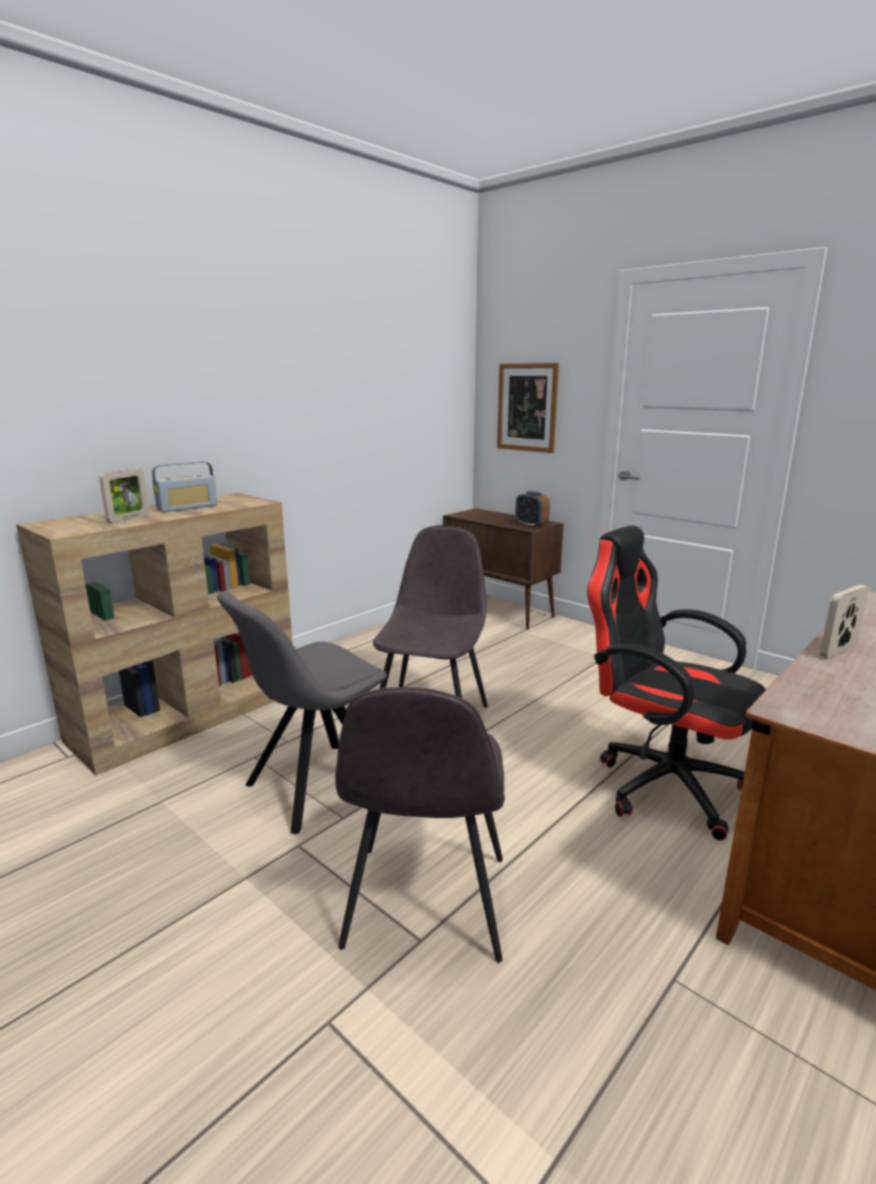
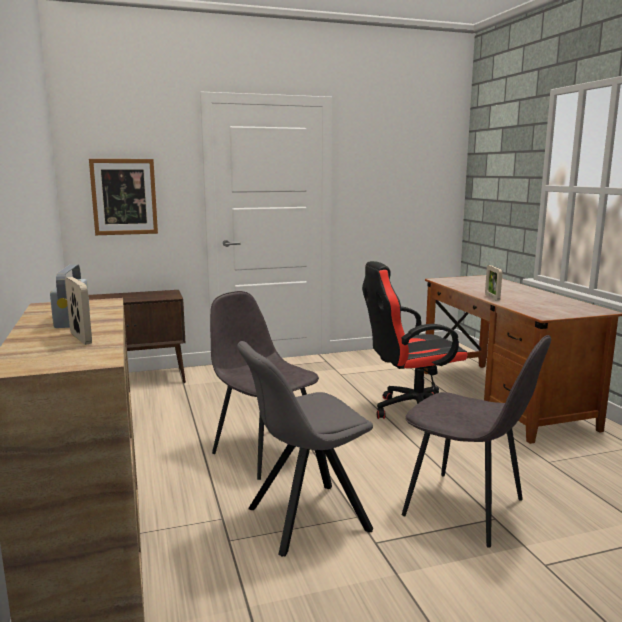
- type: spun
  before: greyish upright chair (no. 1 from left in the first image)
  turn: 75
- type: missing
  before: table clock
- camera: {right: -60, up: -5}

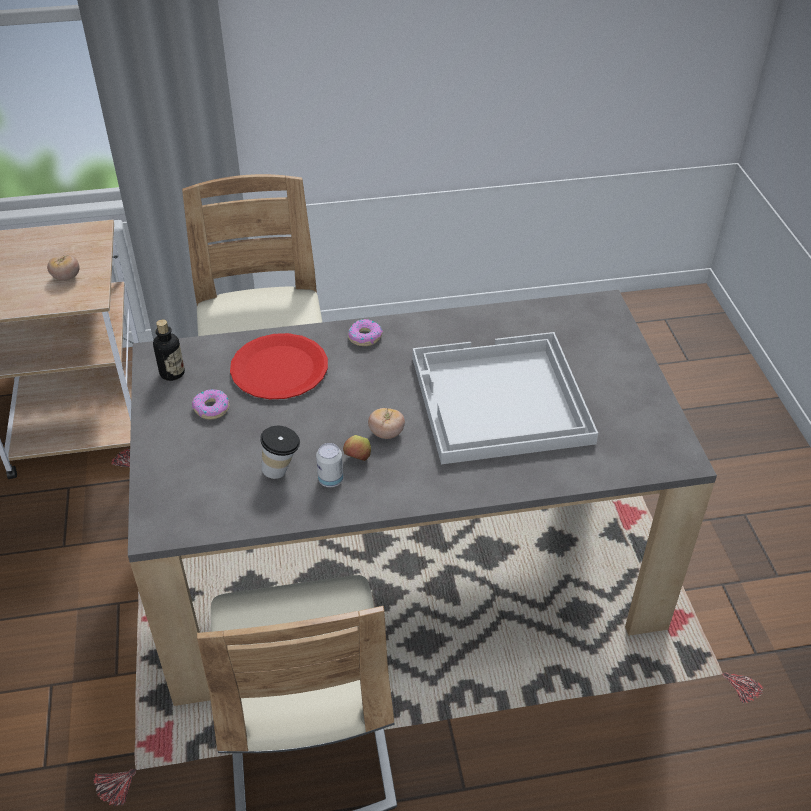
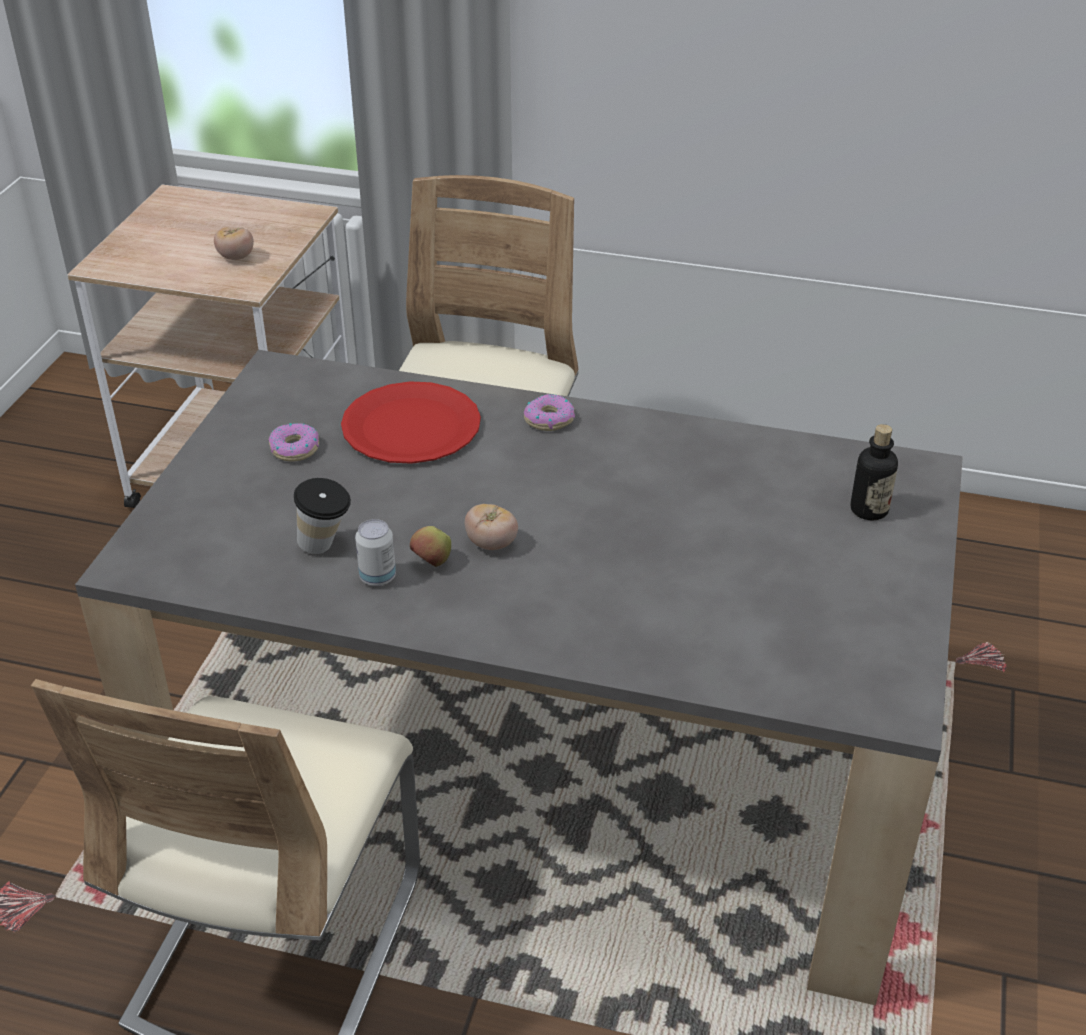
- type: relocated
  before: drink bottle
- type: missing
  before: white-coloured tray
- camera: {right: 25, up: -5}

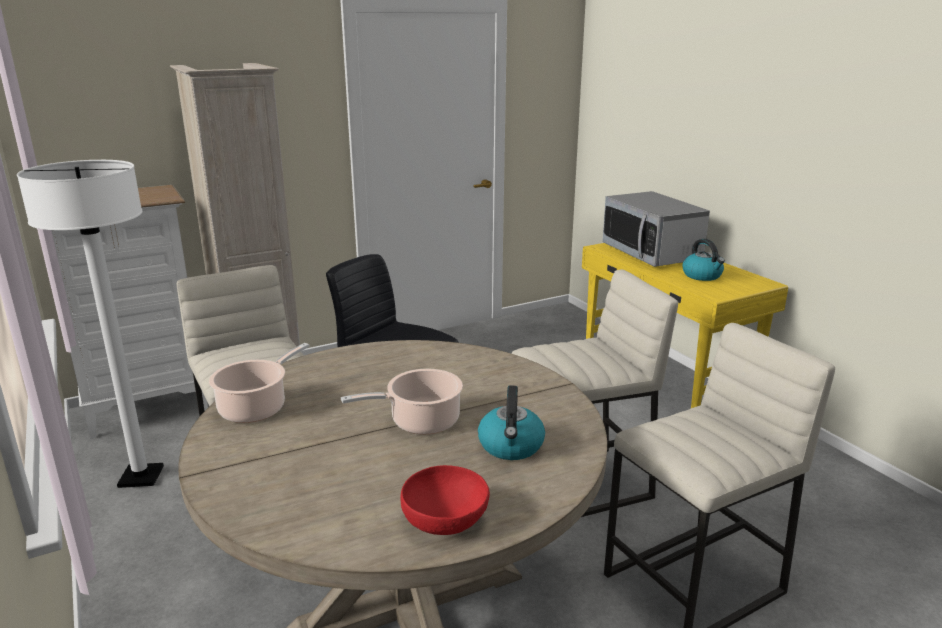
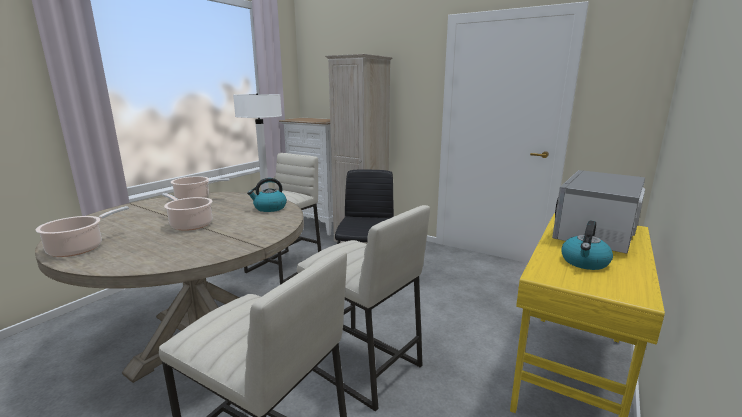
- type: exchanged
  before: red-coloured serving bowl
  after: saucepot (no. 1 from left)
- type: relocated
  before: water kettle (no. 1 from left)
- camera: {right: 60, up: -5}

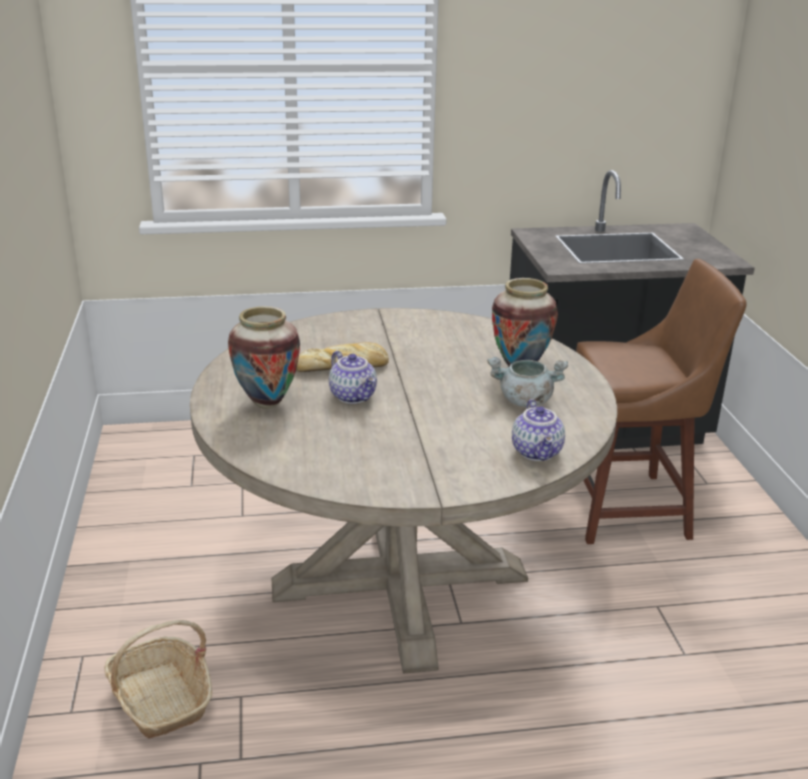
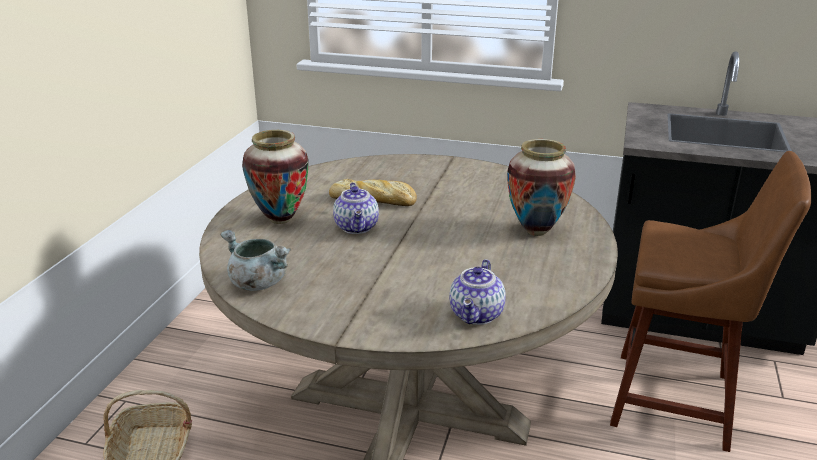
- type: relocated
  before: greyish saucepot
- camera: {right: 25, up: 0}

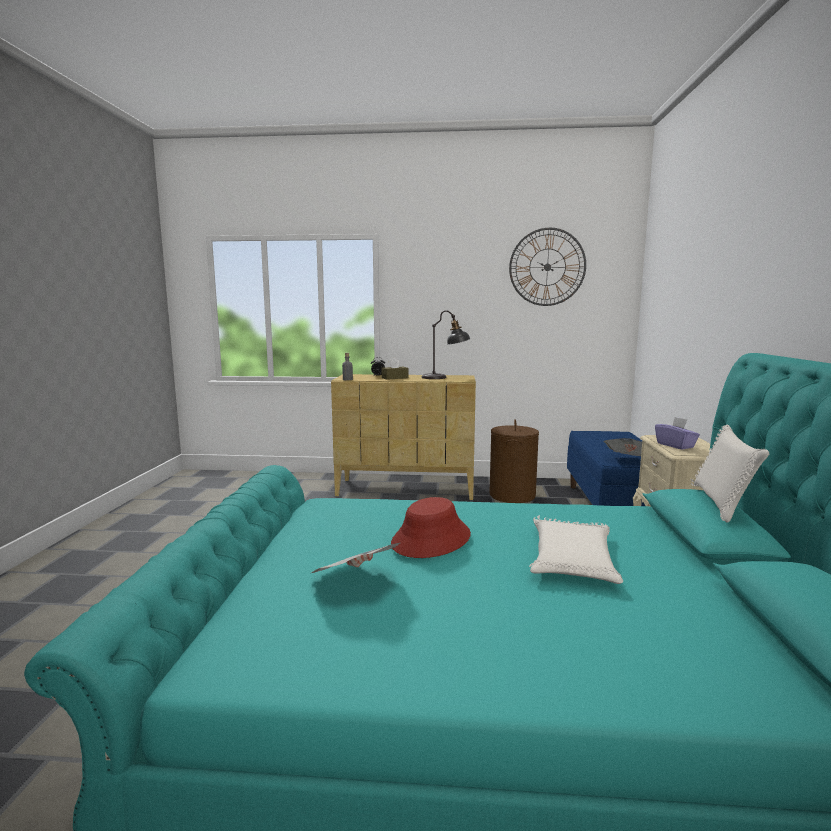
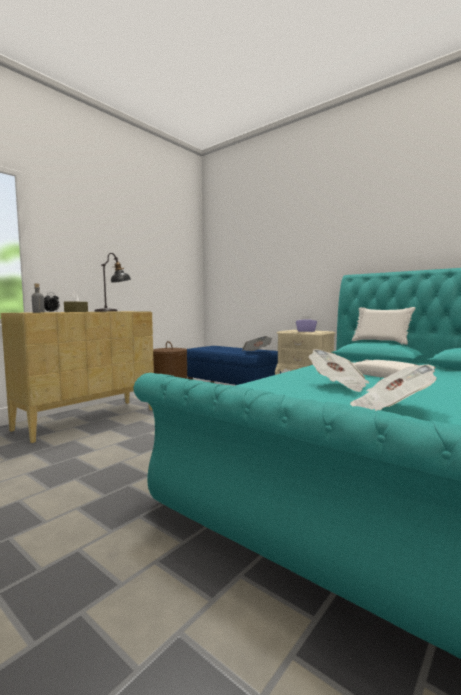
- type: exchanged
  before: red-coloured clothing hat
  after: newspaper (no. 2 from left)
- type: missing
  before: hanging clock
- camera: {right: -55, up: -5}

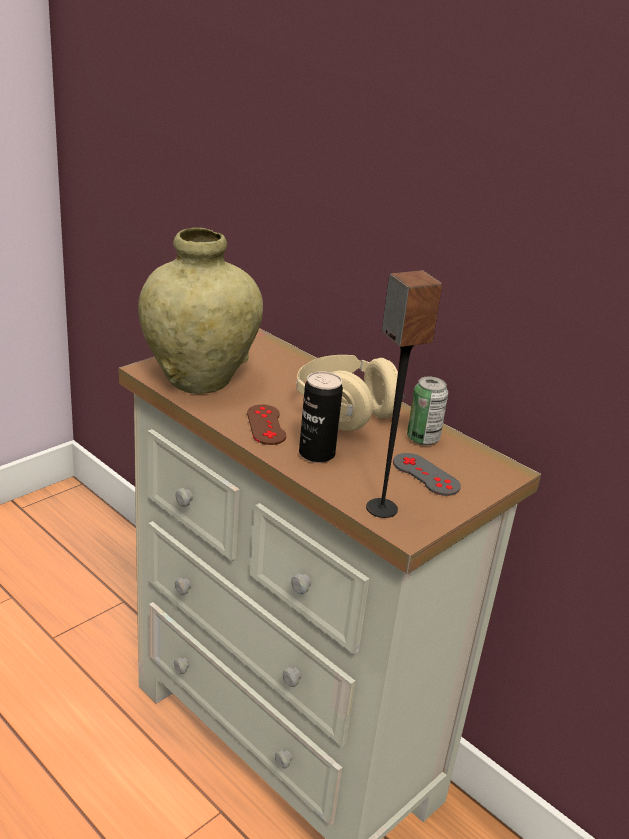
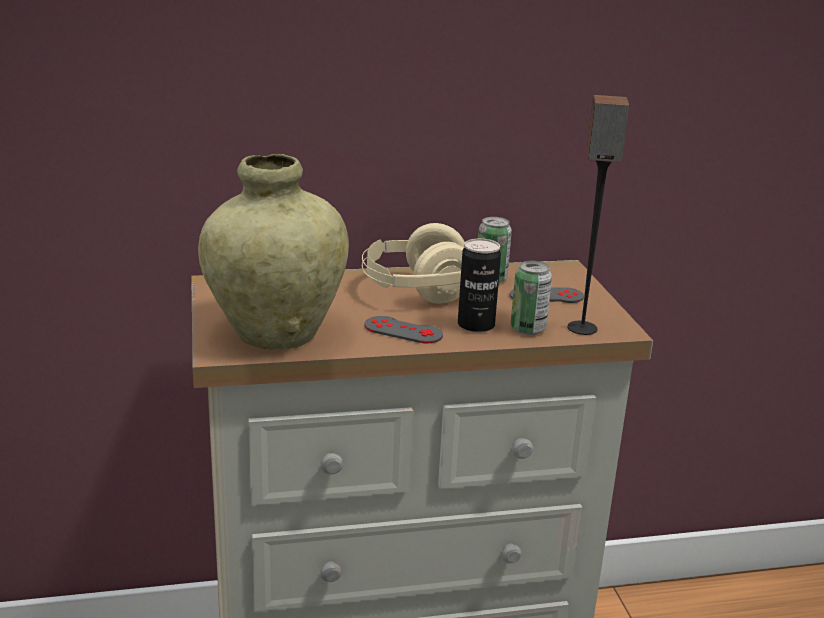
- type: colour
  before: brown game controller
  after: greyish game controller (no. 1 from left)
- type: appeared
  after: sealed can (no. 3 from left)
- camera: {right: -55, up: -5}

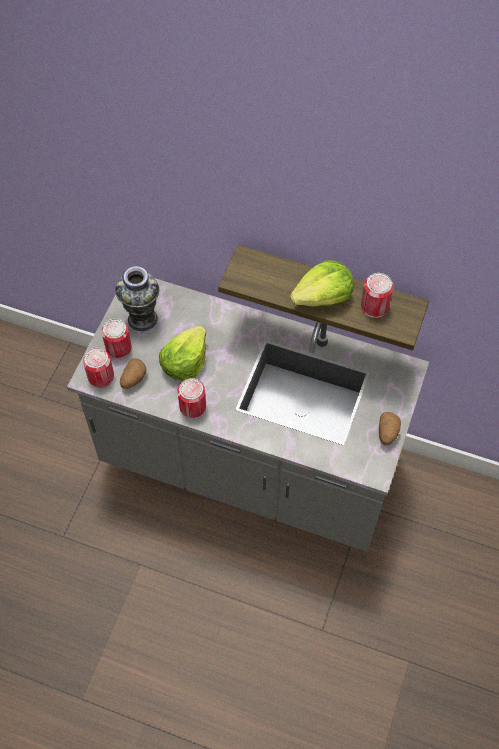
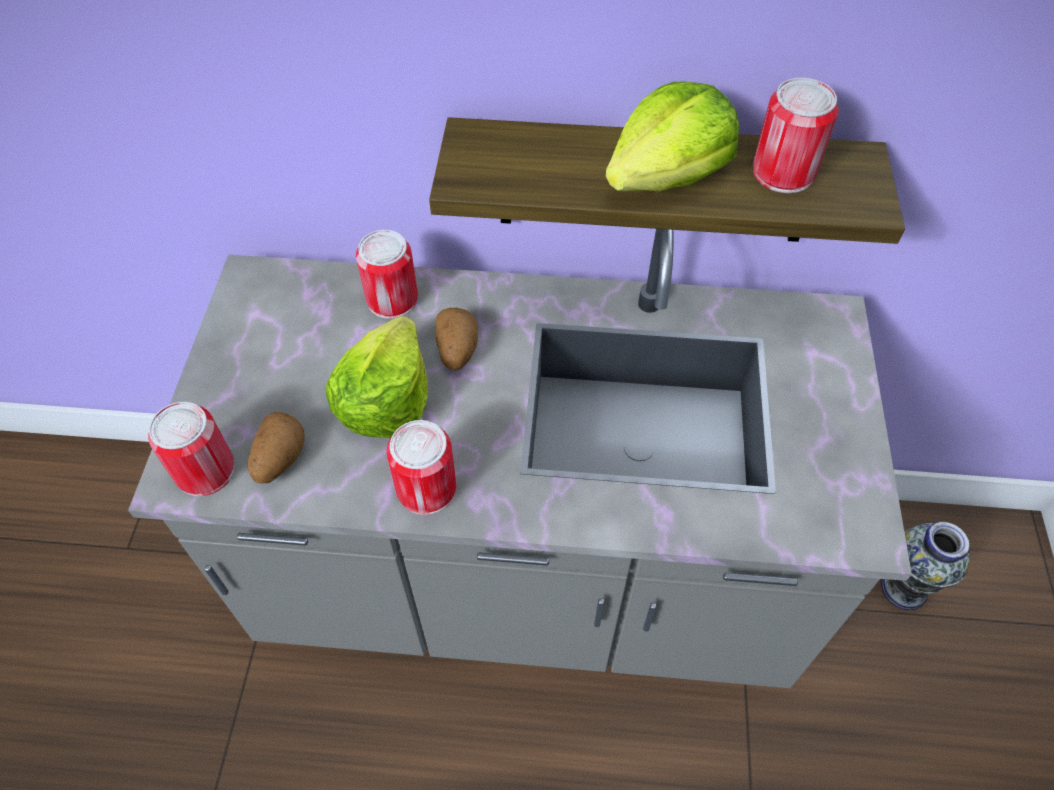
- type: relocated
  before: sealed can (no. 2 from left)
- type: relocated
  before: flower vase
- type: relocated
  before: spud (no. 2 from left)
- camera: {right: -15, up: -5}

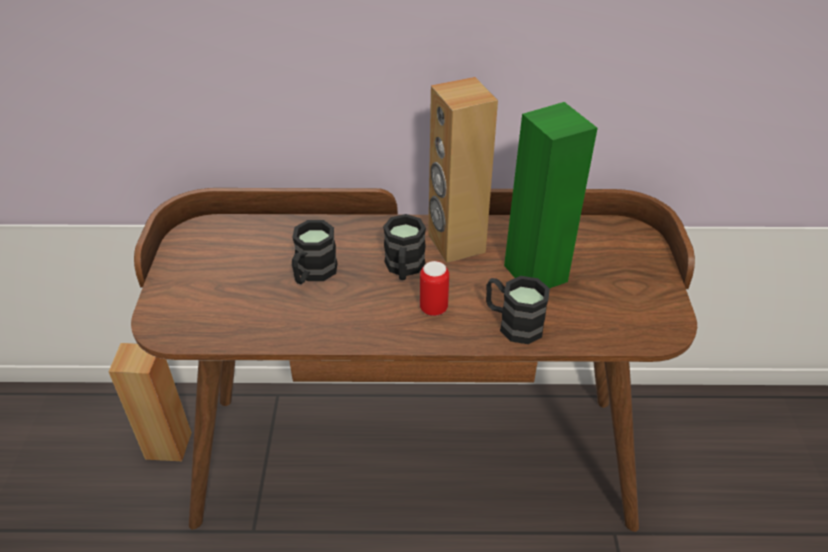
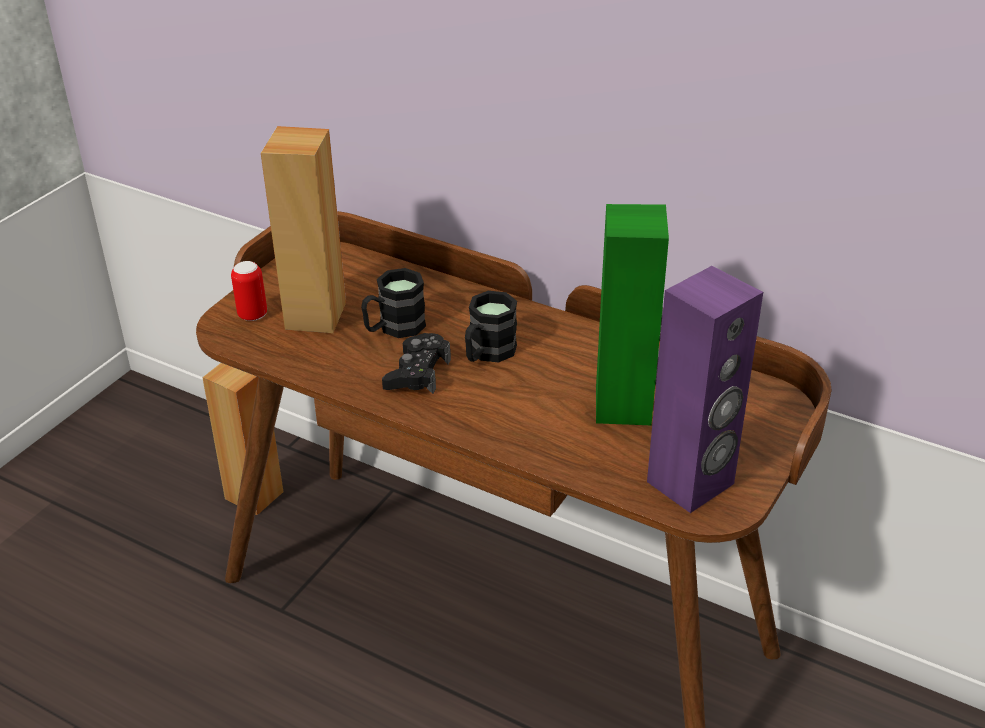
- type: relocated
  before: sealed can
- type: relocated
  before: brown speaker (no. 2 from left)
- type: missing
  before: black coffee mug (no. 3 from left)
- type: appeared
  after: black game controller
- type: appeared
  after: purple-coloured speaker
- camera: {right: 30, up: -5}

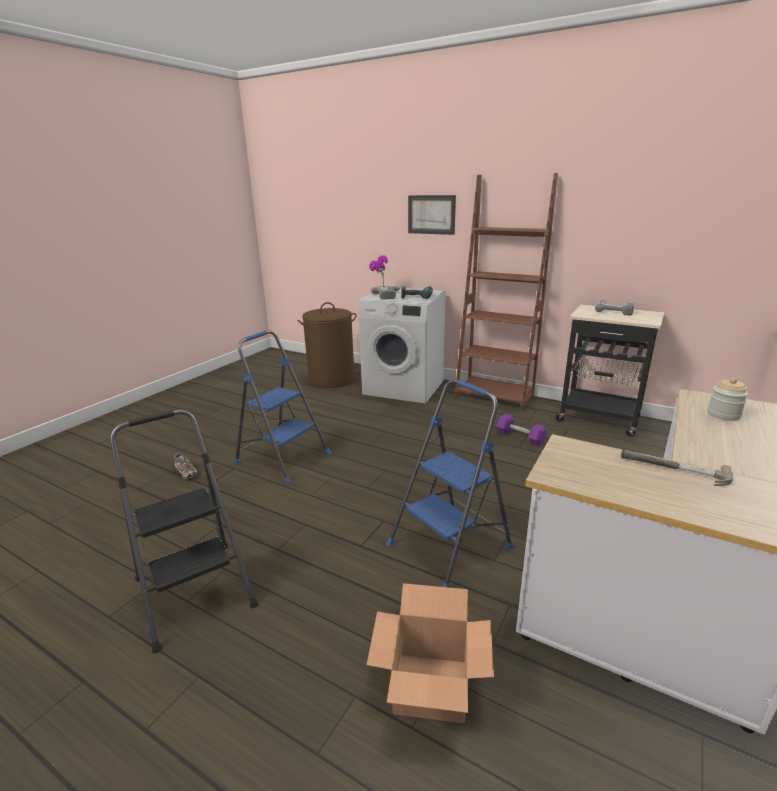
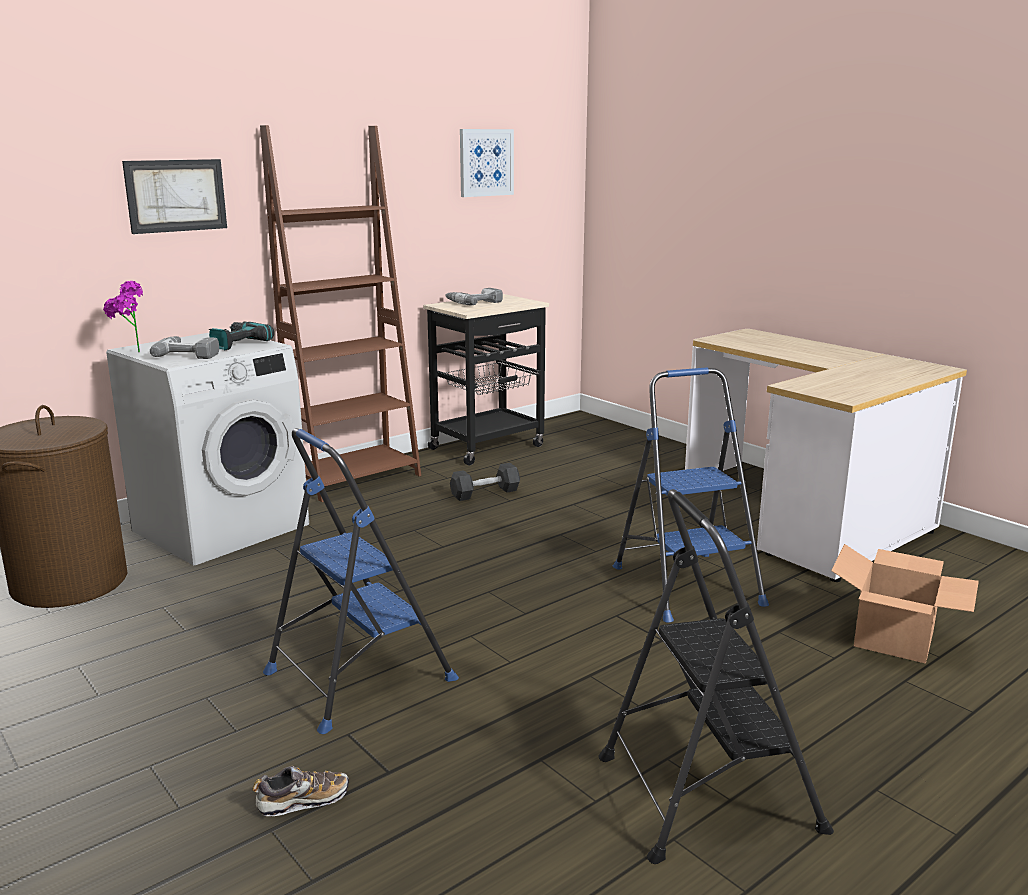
- type: colour
  before: purple-coloured hand weight
  after: black hand weight
- type: missing
  before: tool hammer
- type: missing
  before: jar
- type: appeared
  after: wall picture (no. 2 from left)
- camera: {right: -70, up: -5}

